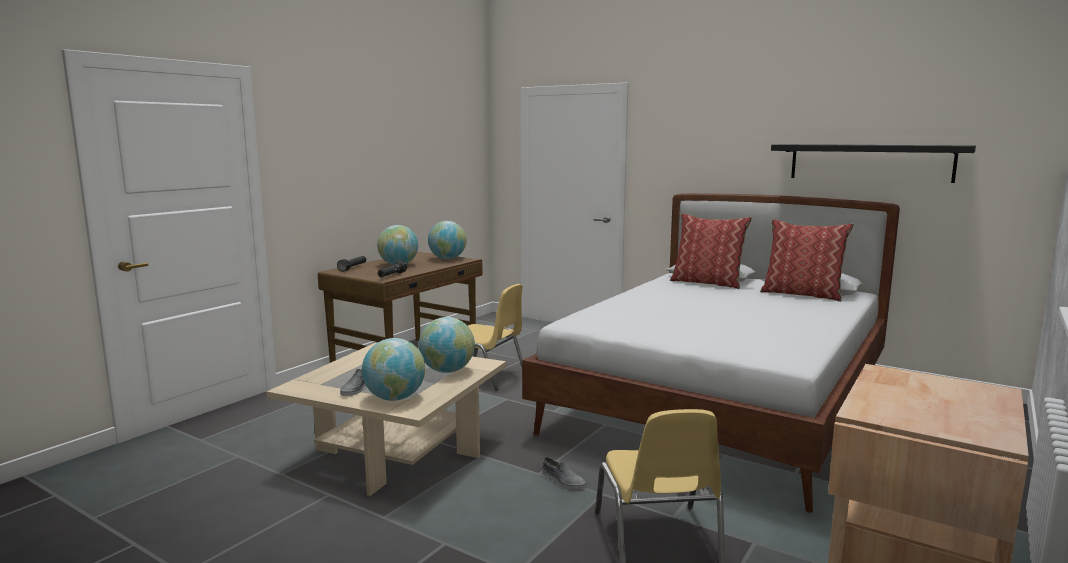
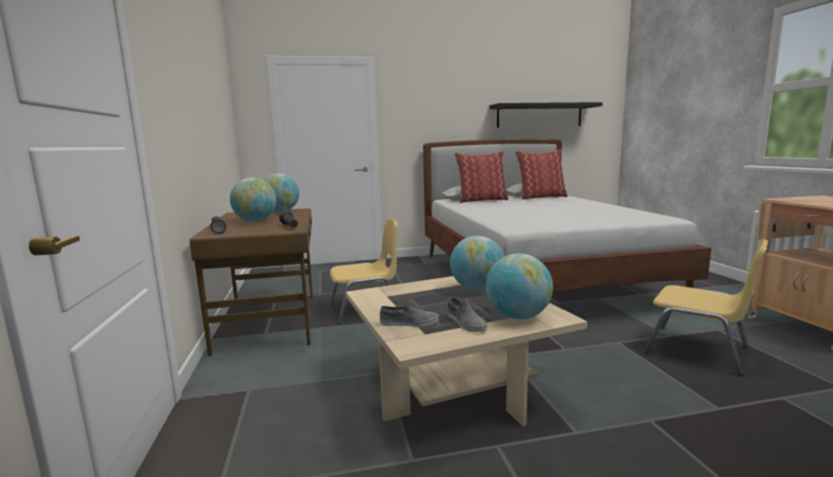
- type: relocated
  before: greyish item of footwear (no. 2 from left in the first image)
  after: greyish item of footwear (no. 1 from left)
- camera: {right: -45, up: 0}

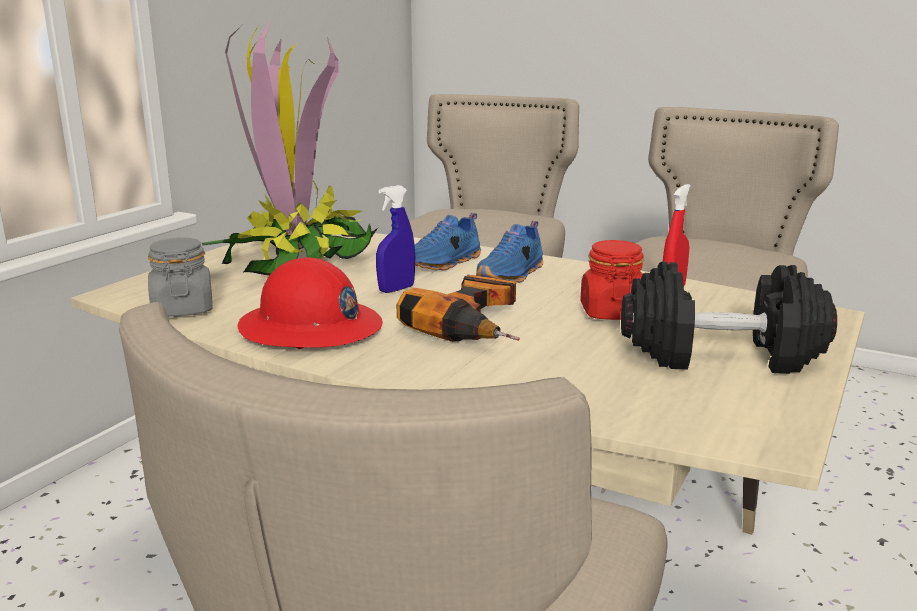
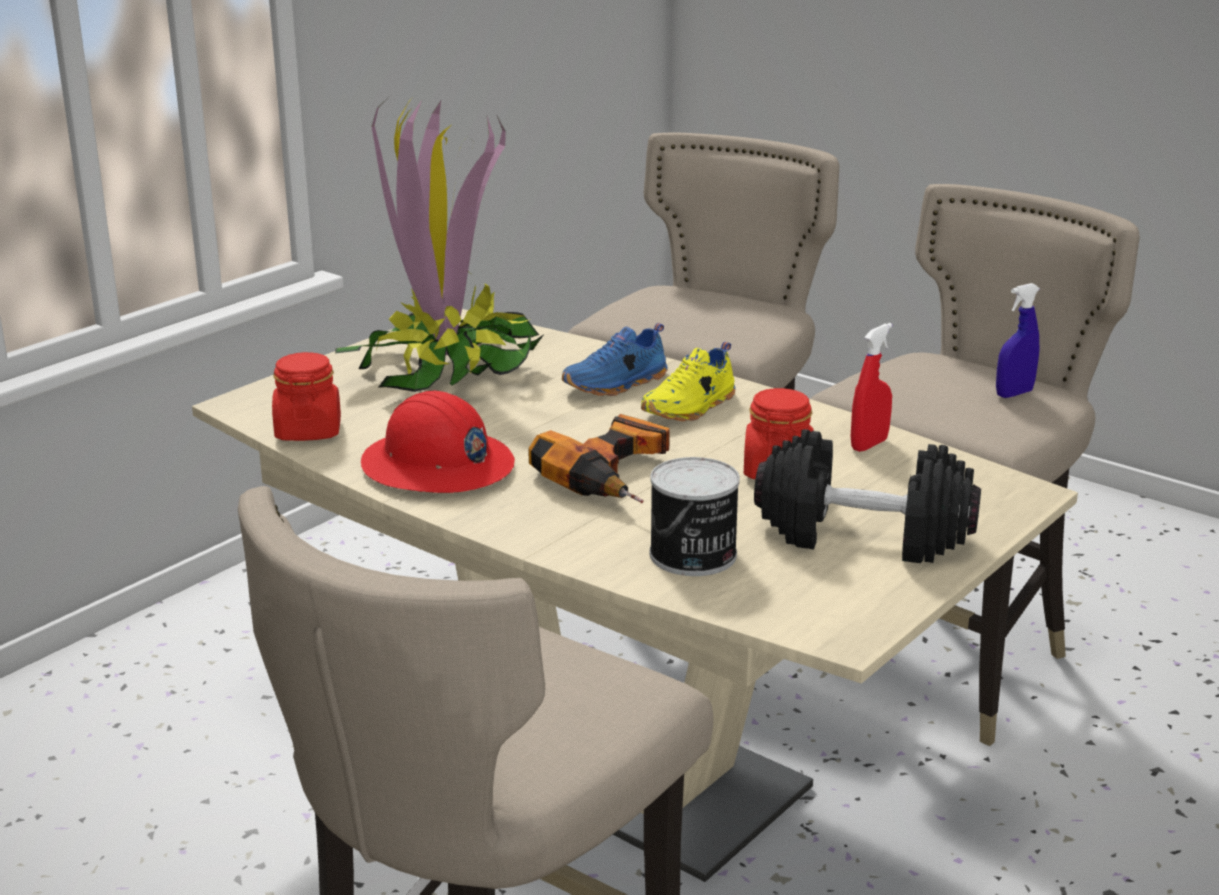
- type: colour
  before: greyish jar
  after: red-coloured jar (no. 1 from left)
- type: relocated
  before: blue-coloured spray bottle
- type: colour
  before: blue-coloured item of footwear (no. 2 from left)
  after: yellowish item of footwear
- type: appeared
  after: sealed can
- camera: {right: 10, up: 5}

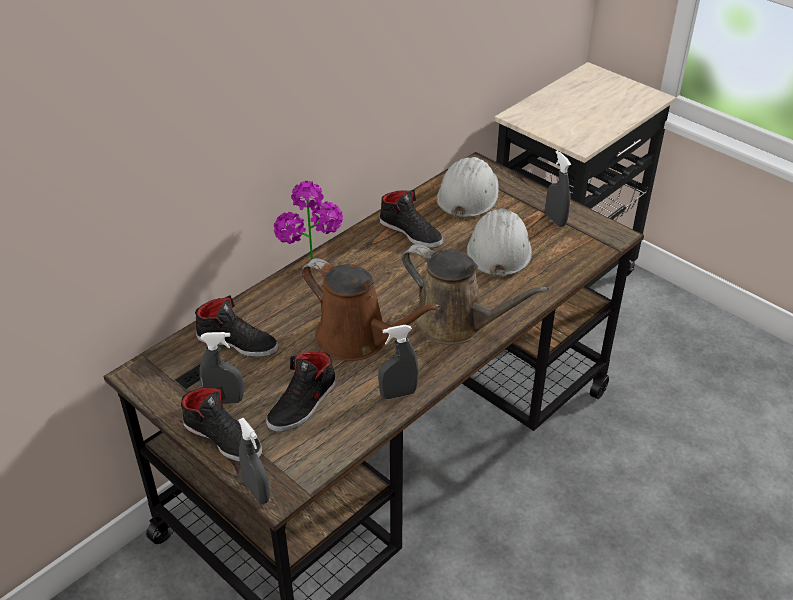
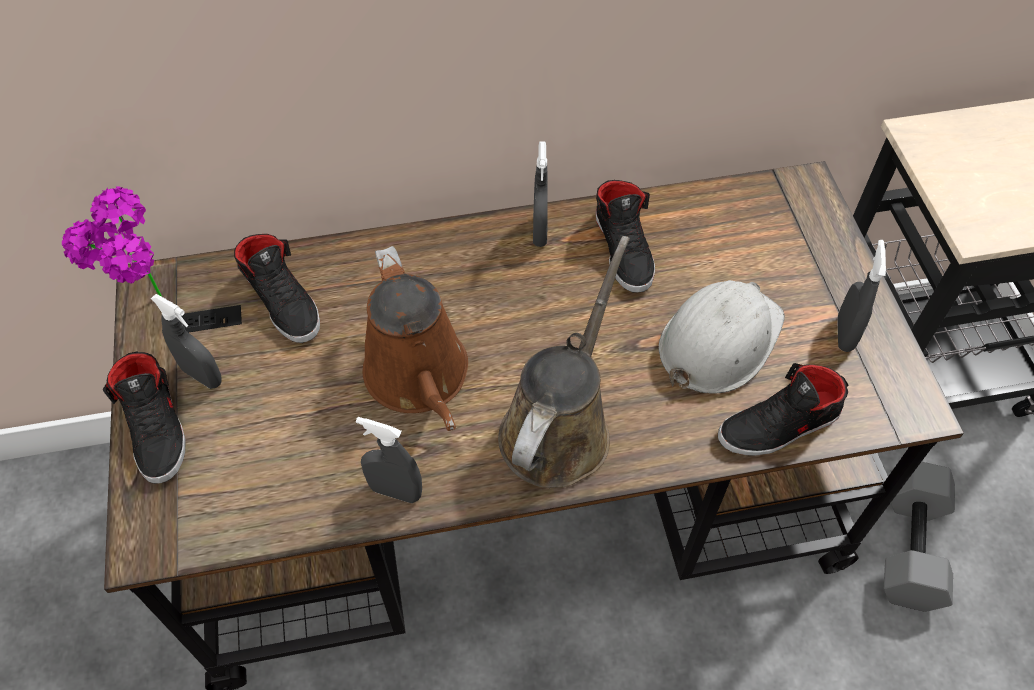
- type: relocated
  before: greyish spray bottle (no. 2 from left in the first image)
  after: greyish spray bottle (no. 3 from left)
- type: relocated
  before: black item of footwear (no. 3 from left in the first image)
  after: black item of footwear (no. 4 from left)
- type: relocated
  before: potted plant
- type: spun
  before: brown watering can (no. 2 from left)
  turn: -135
- type: missing
  before: white-coloured work helmet (no. 1 from left)
- type: appeared
  after: greyish hand weight
- camera: {right: 35, up: 15}

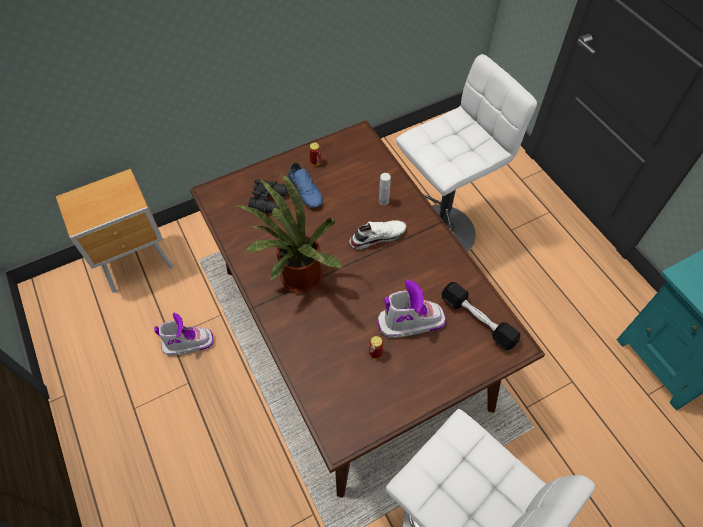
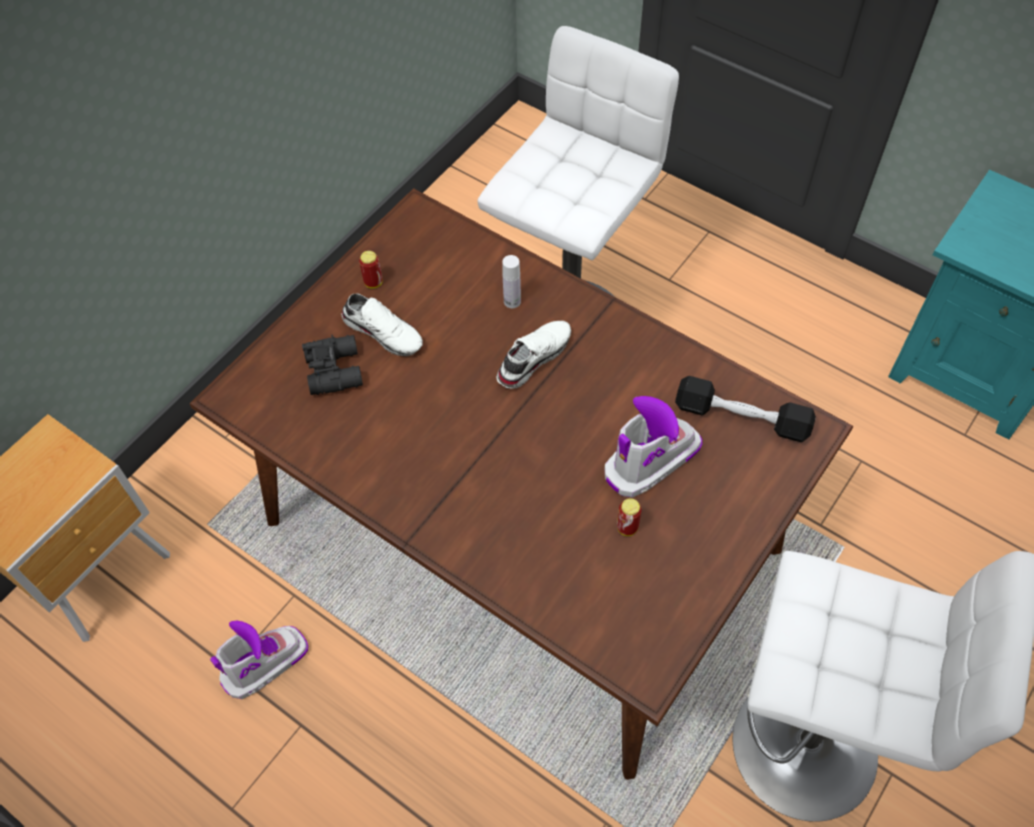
- type: missing
  before: potted plant
- type: colour
  before: blue-coloured item of footwear
  after: white-coloured item of footwear (no. 1 from left)
- camera: {right: -25, up: 0}

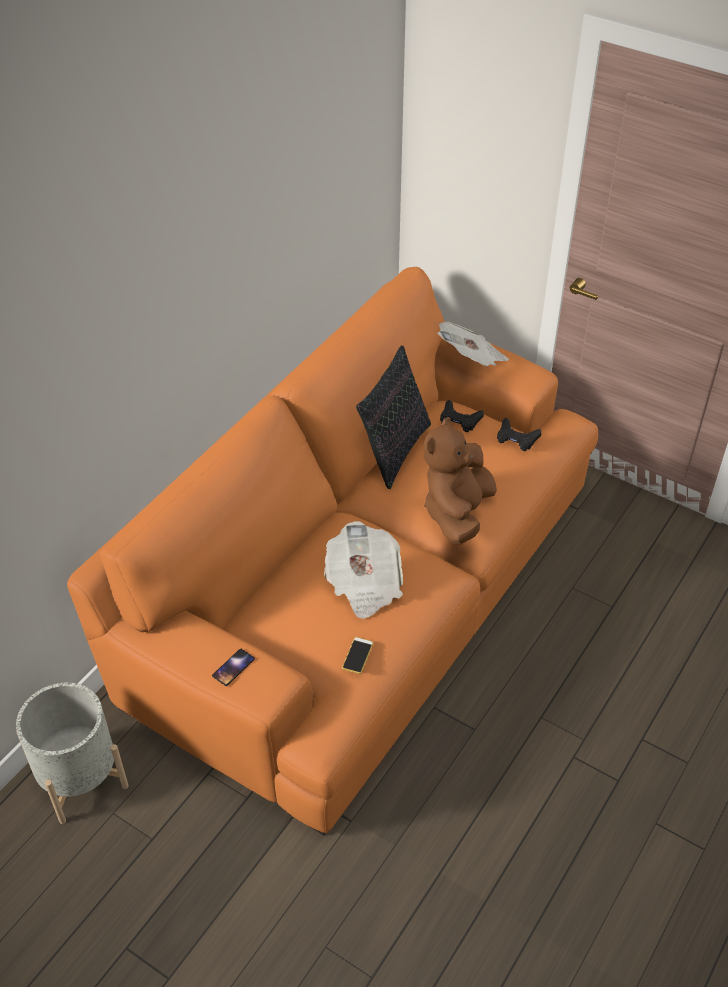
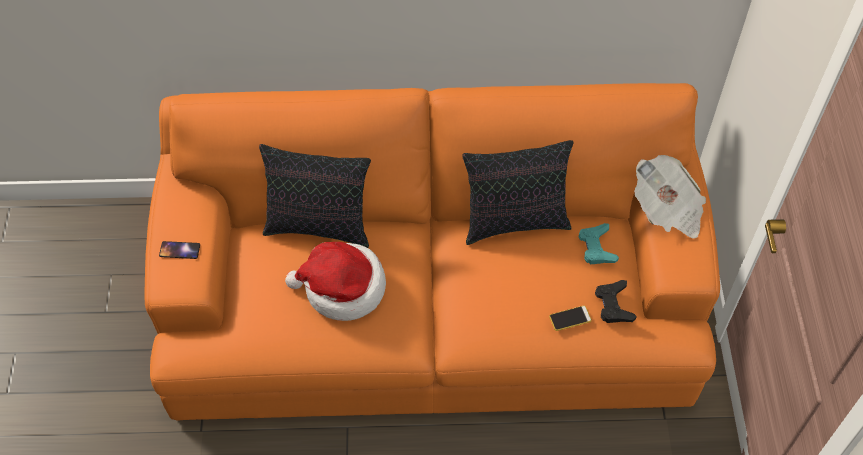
- type: missing
  before: greyish plant pot
- type: exchanged
  before: newspaper (no. 1 from left)
  after: clothing hat
- type: relocated
  before: telephone (no. 2 from left)
- type: missing
  before: brown cuddly toy
- type: colour
  before: black game controller (no. 1 from left)
  after: turquoise-coloured game controller
- type: appeared
  after: black pillow (no. 1 from left)
- camera: {right: 55, up: 10}

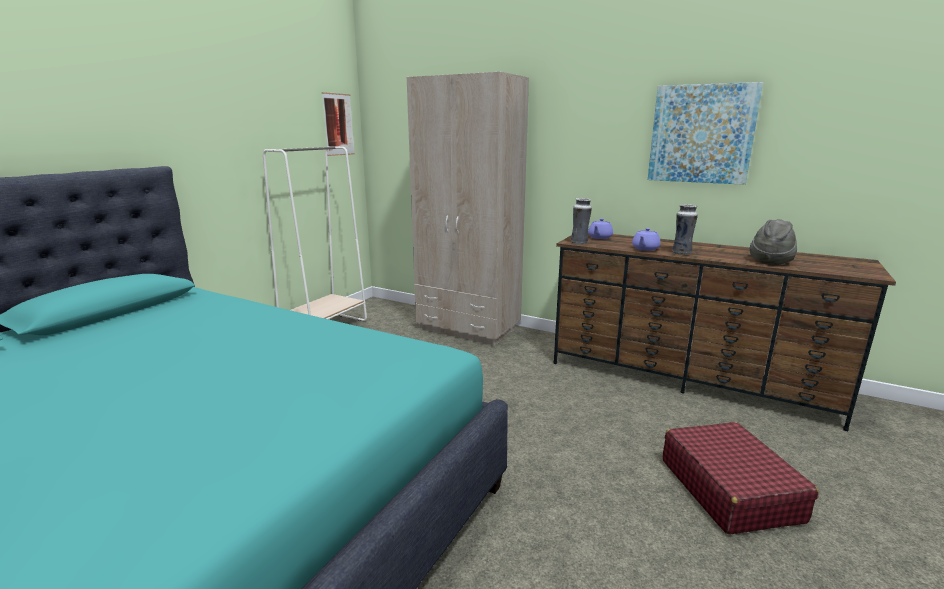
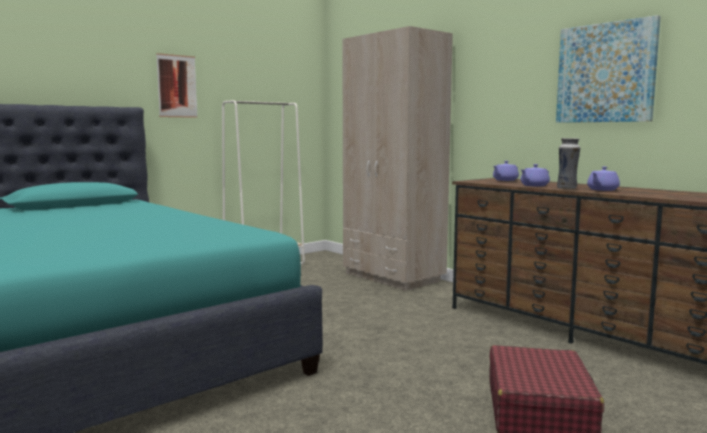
- type: relocated
  before: wall picture (no. 1 from left)
- type: missing
  before: flower vase (no. 1 from left)
- type: missing
  before: greyish clothing hat
- type: appeared
  after: purple-coloured teapot (no. 3 from left)
- camera: {right: 20, up: -10}

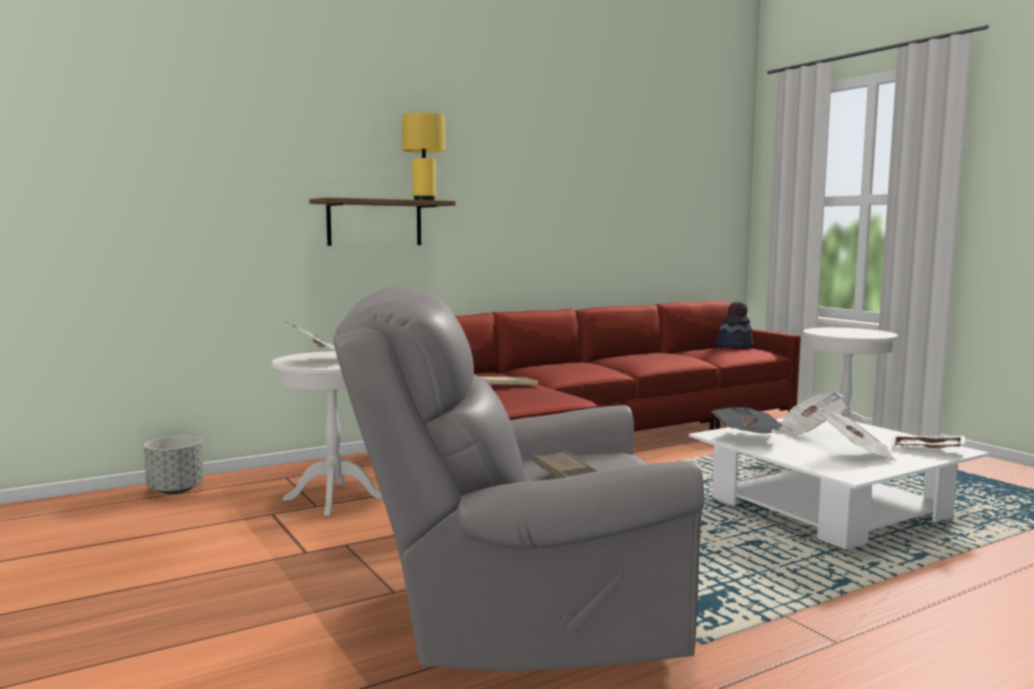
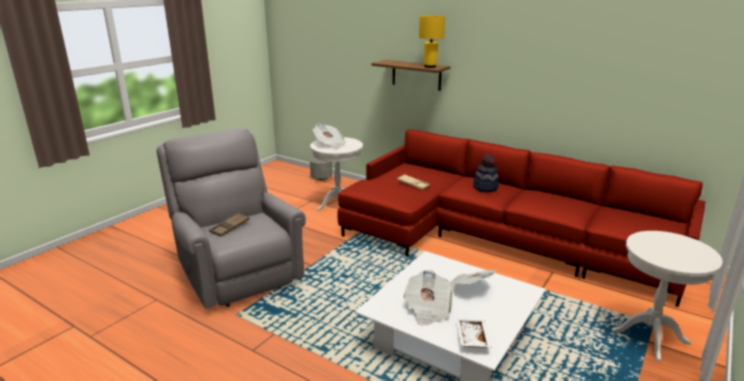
- type: missing
  before: newspaper (no. 2 from left)
- type: relocated
  before: clothing hat
- camera: {right: 65, up: 15}

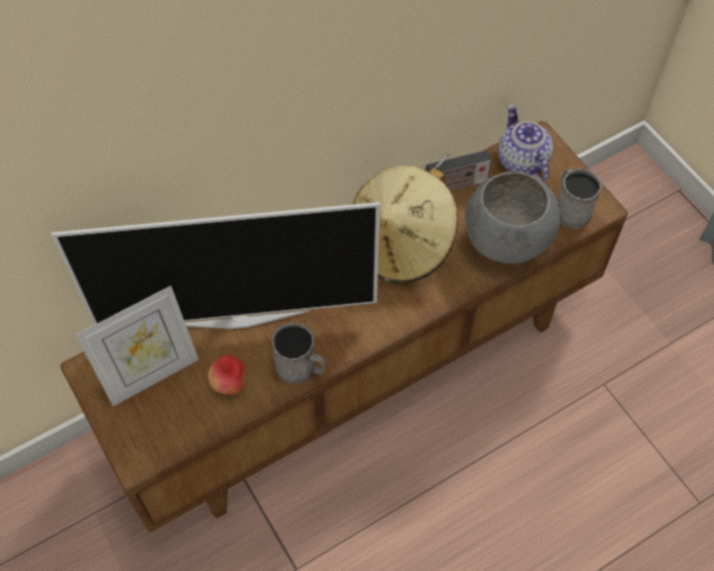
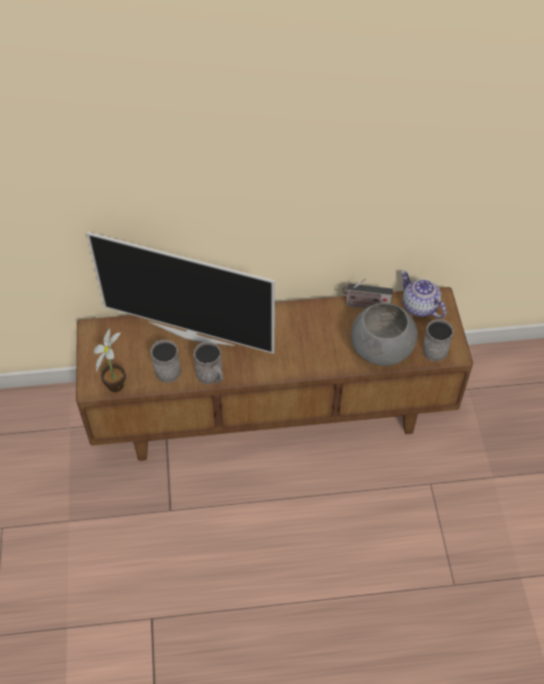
- type: missing
  before: picture frame
- type: exchanged
  before: whole apple
  after: greyish coffee mug (no. 1 from left)
- type: missing
  before: sand-coloured clothing hat
- type: spun
  before: teapot
  turn: -45
- type: appeared
  after: potted plant
- camera: {right: 25, up: -5}

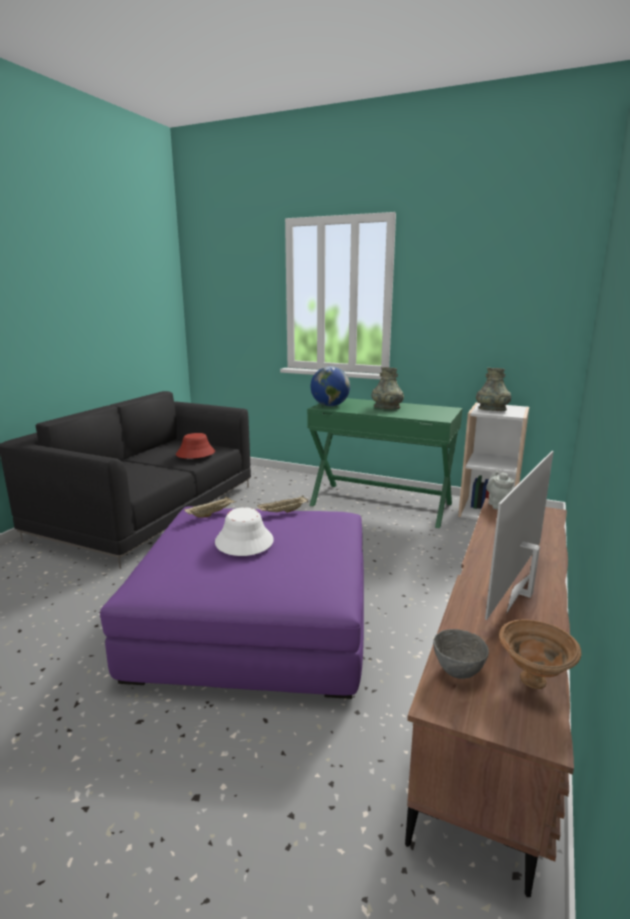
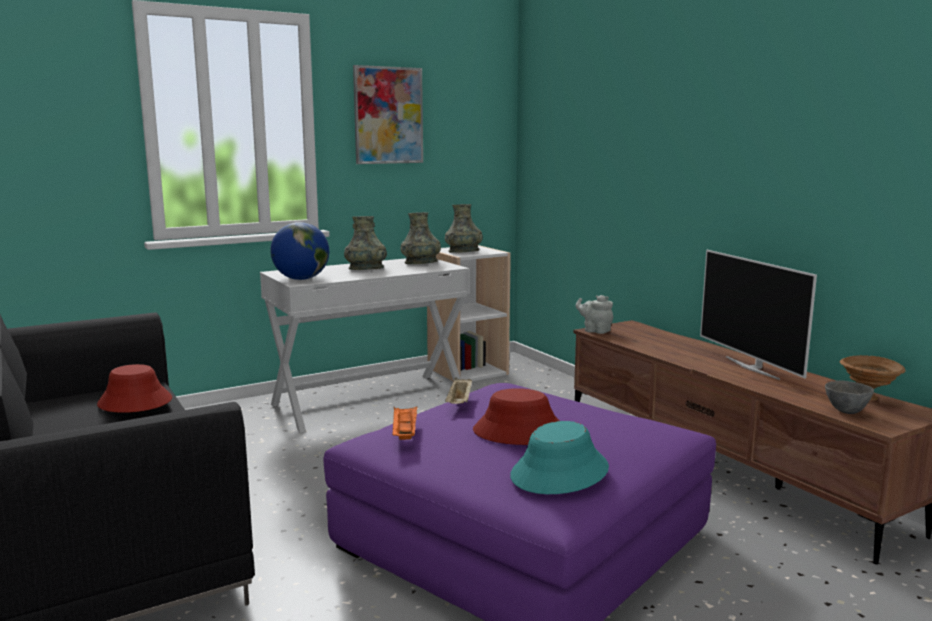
- type: colour
  before: sand-coloured tray (no. 1 from left)
  after: orange tray
- type: colour
  before: white-coloured clothing hat
  after: red-coloured clothing hat (no. 2 from left)
- type: colour
  before: green console table
  after: white-coloured console table
- type: appeared
  after: wall picture
- type: appeared
  after: greyish flower vase (no. 2 from left)
- type: appeared
  after: turquoise-coloured clothing hat
- camera: {right: -55, up: -5}

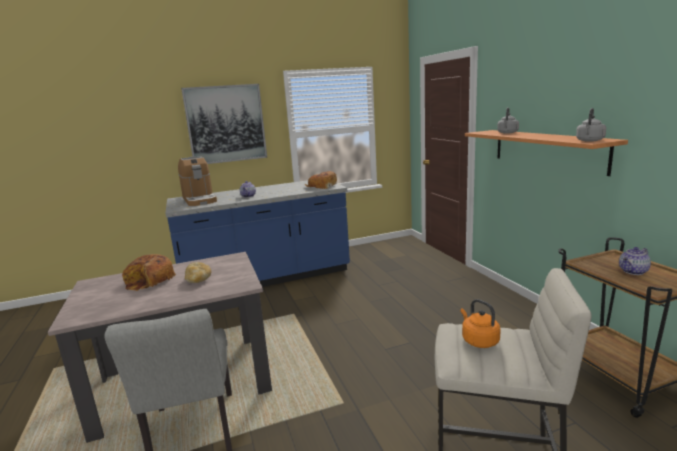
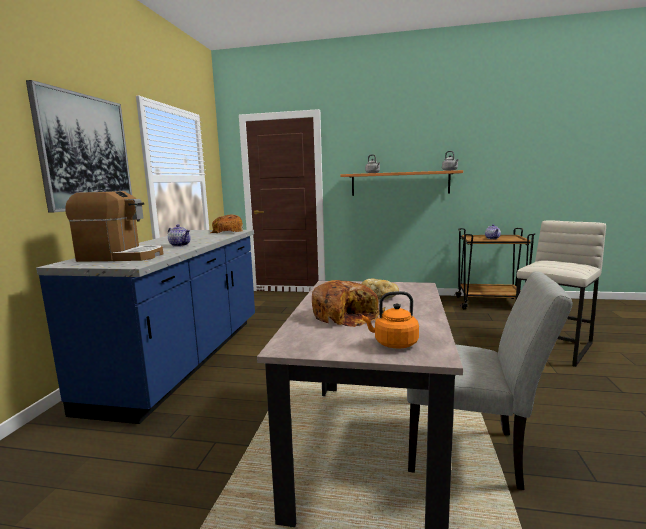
- type: relocated
  before: orange water kettle
- camera: {right: -60, up: -5}

